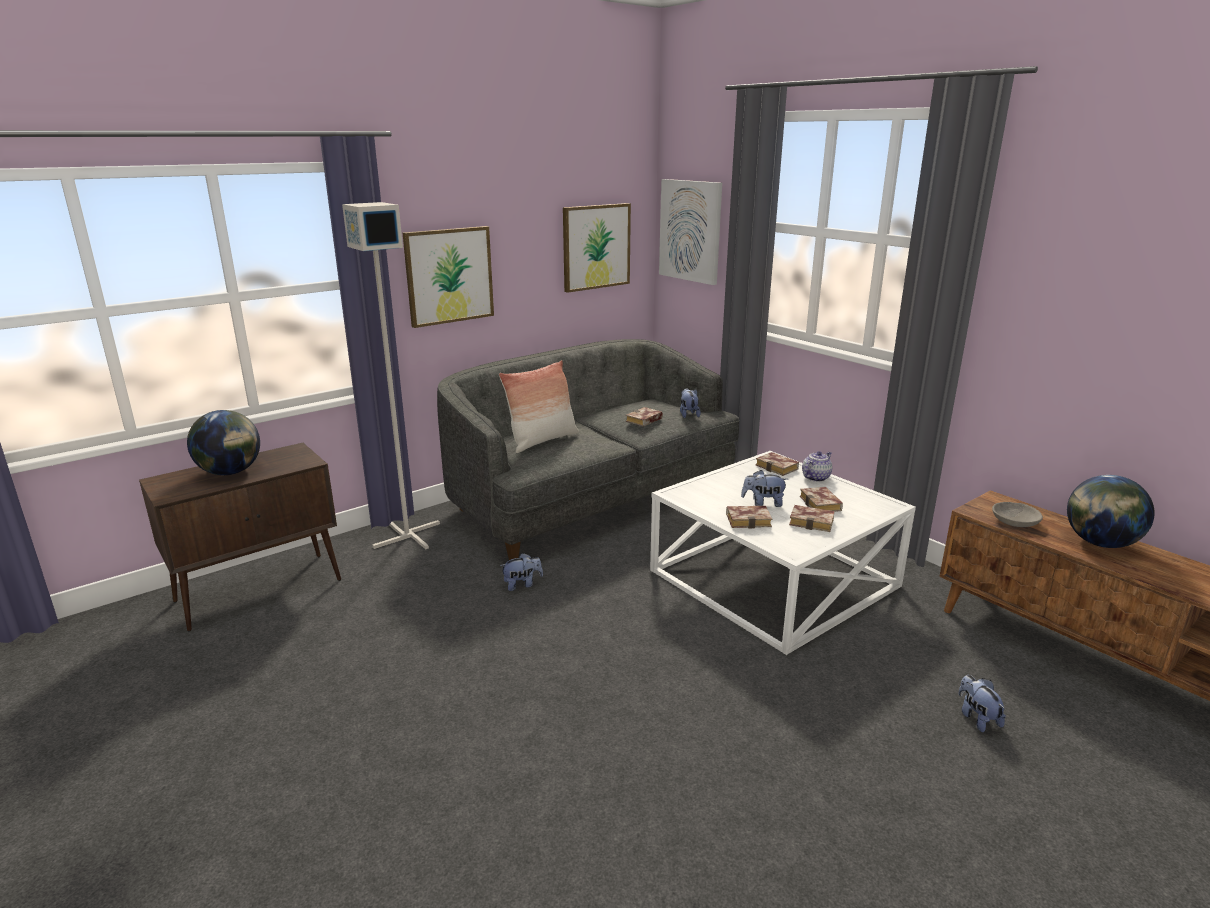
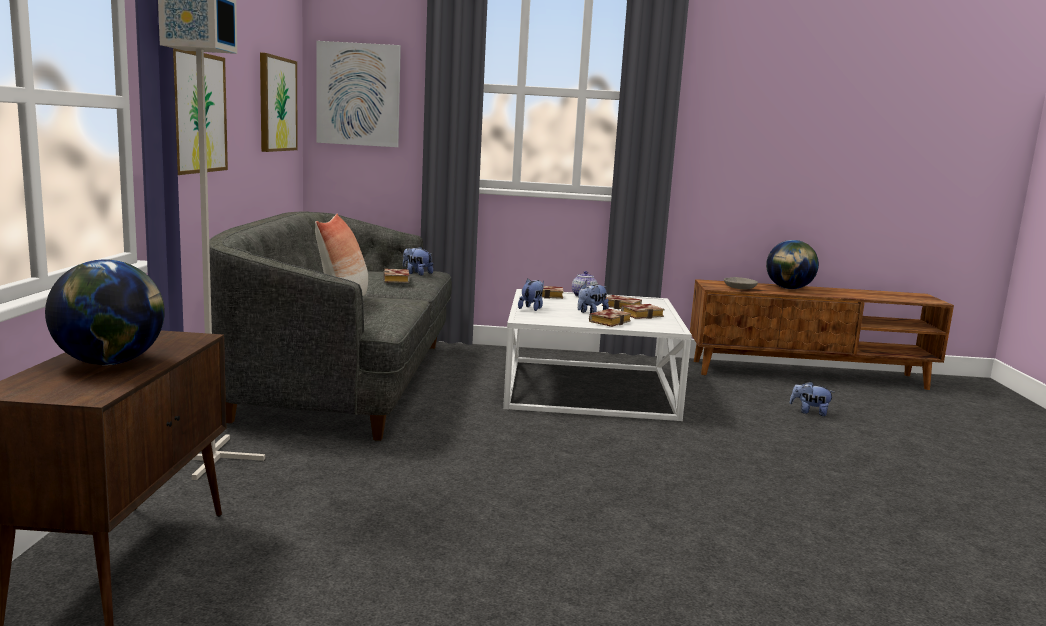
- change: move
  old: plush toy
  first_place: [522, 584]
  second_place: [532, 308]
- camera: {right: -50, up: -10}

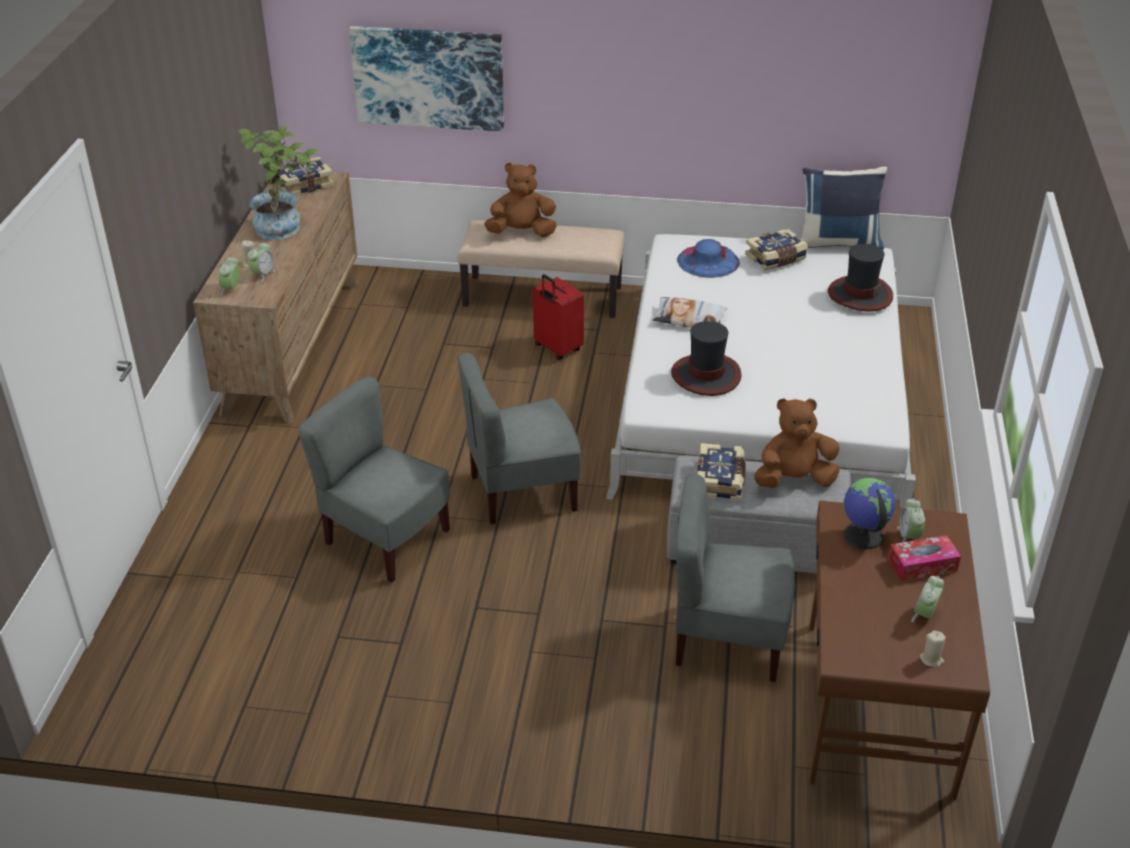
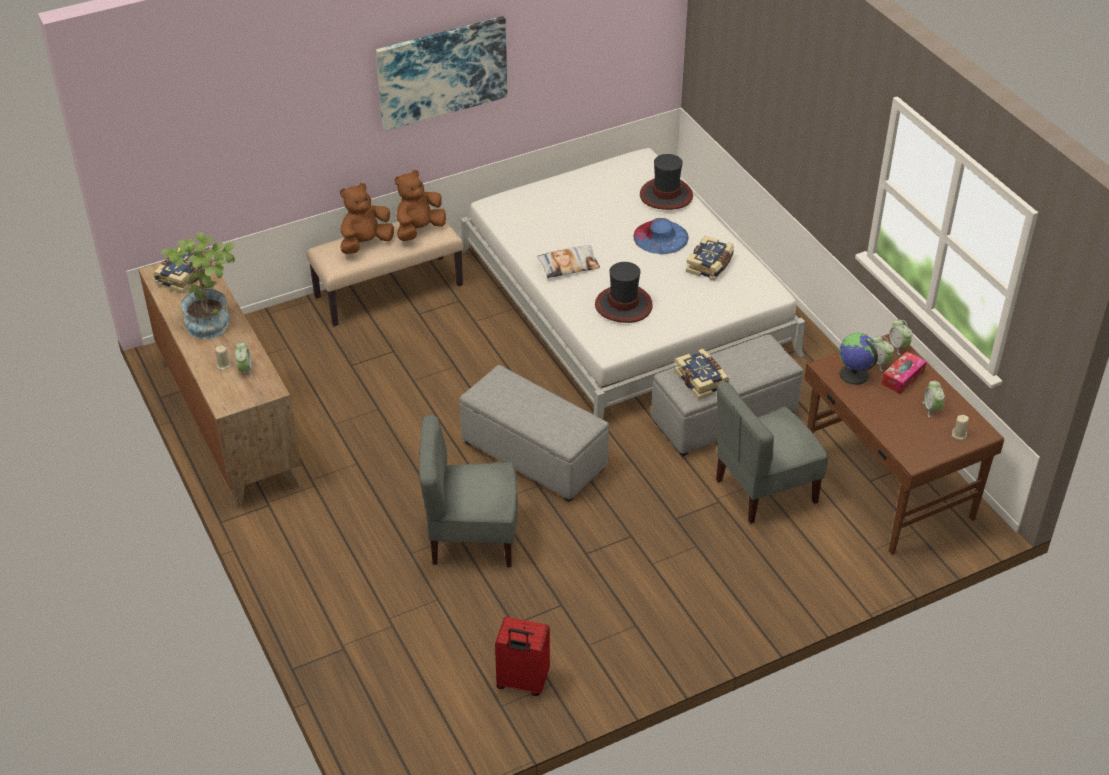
- change: move
  old: alarm clock
  first_place: [231, 289]
  second_place: [898, 346]
- change: move
  old: picture
  first_place: [428, 78]
  second_place: [442, 72]
- change: replace
  old: grey chair
  new: grey ottoman
  first_place: [522, 492]
  second_place: [533, 455]
- change: move
  old: red suitcase
  first_place: [557, 348]
  second_place: [522, 682]
- change: move
  old: blue hat
  first_place: [708, 261]
  second_place: [660, 237]
- change: move
  old: book
  first_place: [776, 258]
  second_place: [710, 265]
- change: move
  old: brown plush toy
  first_place: [794, 480]
  second_place: [419, 230]
- change: delete
  old: blue pillow
  first_place: [838, 242]
- camera: {right: -35, up: 5}

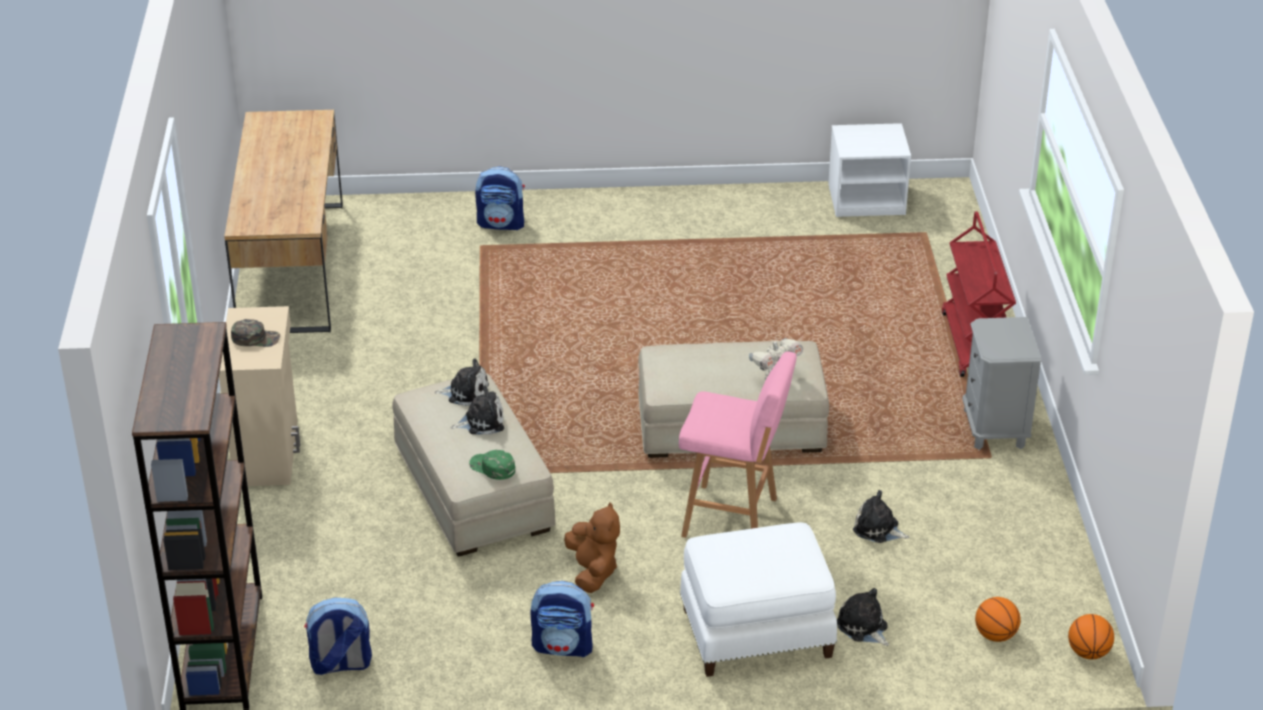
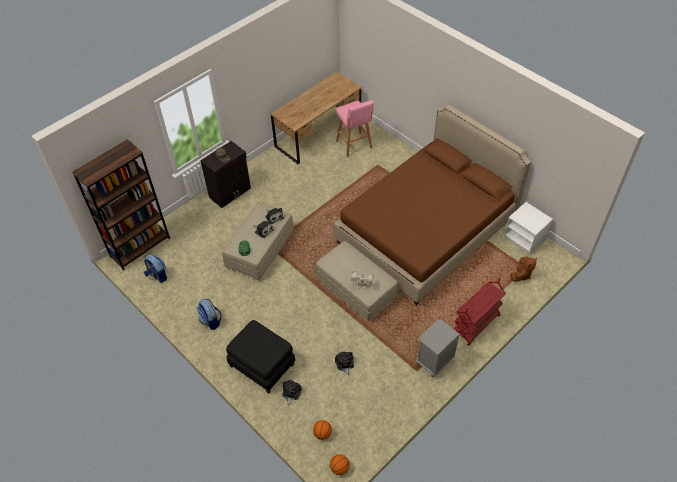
- change: recolor
  old: beige cabinet
  new: black cabinet
  first_place: [268, 452]
  second_place: [230, 193]
- change: delete
  old: backpack
  first_place: [501, 224]
- change: move
  old: brown plush toy
  first_place: [593, 571]
  second_place: [521, 275]
- change: move
  old: pink stool
  first_place: [733, 518]
  second_place: [354, 145]
- change: recolor
  old: white ottoman
  new: black ottoman
  first_place: [756, 631]
  second_place: [262, 364]
- change: insert
  new: brown bed
  second_place: [426, 230]
- camera: {right: 50, up: 15}

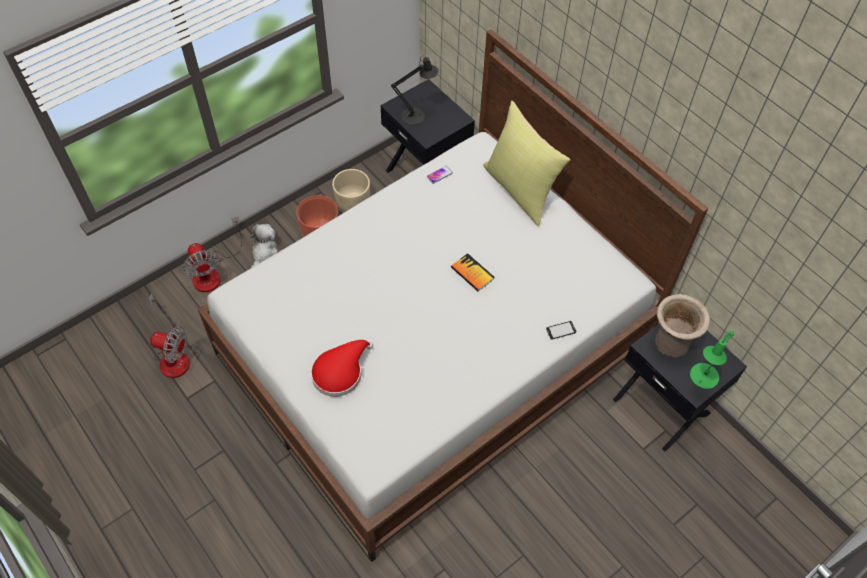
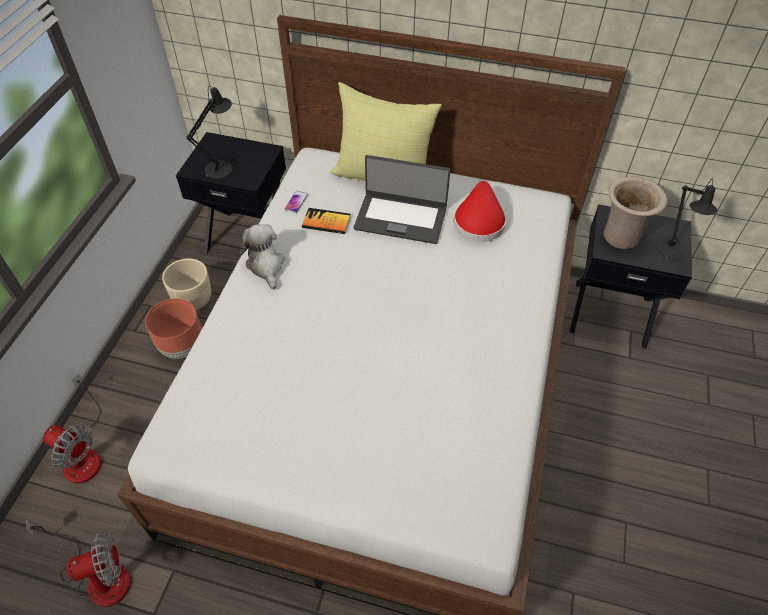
- change: move
  old: plush toy
  first_place: [263, 251]
  second_place: [266, 265]
- change: move
  old: red hat
  first_place: [340, 371]
  second_place: [478, 221]
- change: move
  old: book
  first_place: [472, 273]
  second_place: [326, 222]
- change: delete
  old: phone
  first_place: [560, 330]
- change: recolor
  old: green table lamp
  new: black table lamp
  first_place: [702, 379]
  second_place: [671, 251]
- change: insert
  new: laptop
  second_place: [400, 218]
- camera: {right: -35, up: -5}

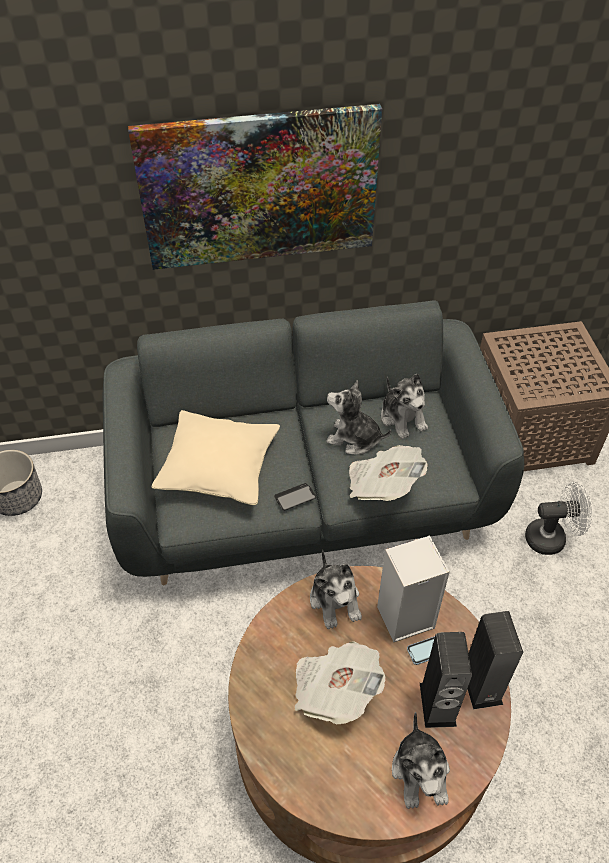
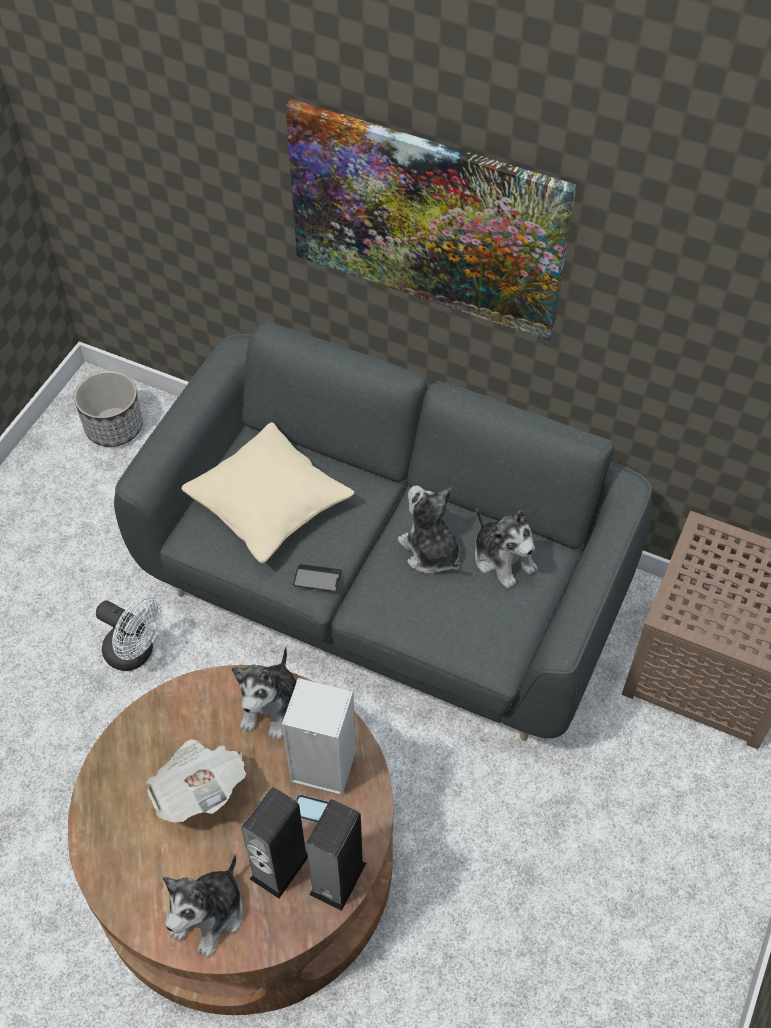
- change: delete
  old: newspaper
  first_place: [382, 485]
- change: rotate
  old: plush toy
  first_place: [403, 418]
  second_place: [503, 558]
  degrees: -45
- change: move
  old: white fan
  first_place: [551, 538]
  second_place: [135, 653]
- camera: {right: 35, up: 5}

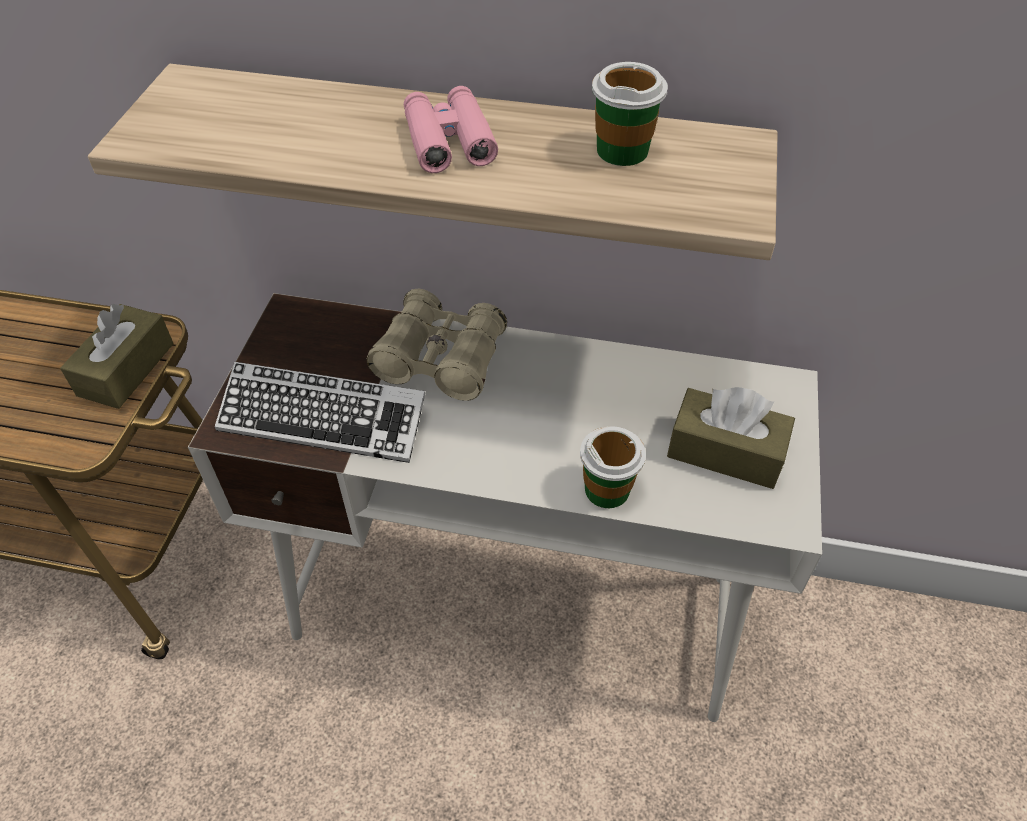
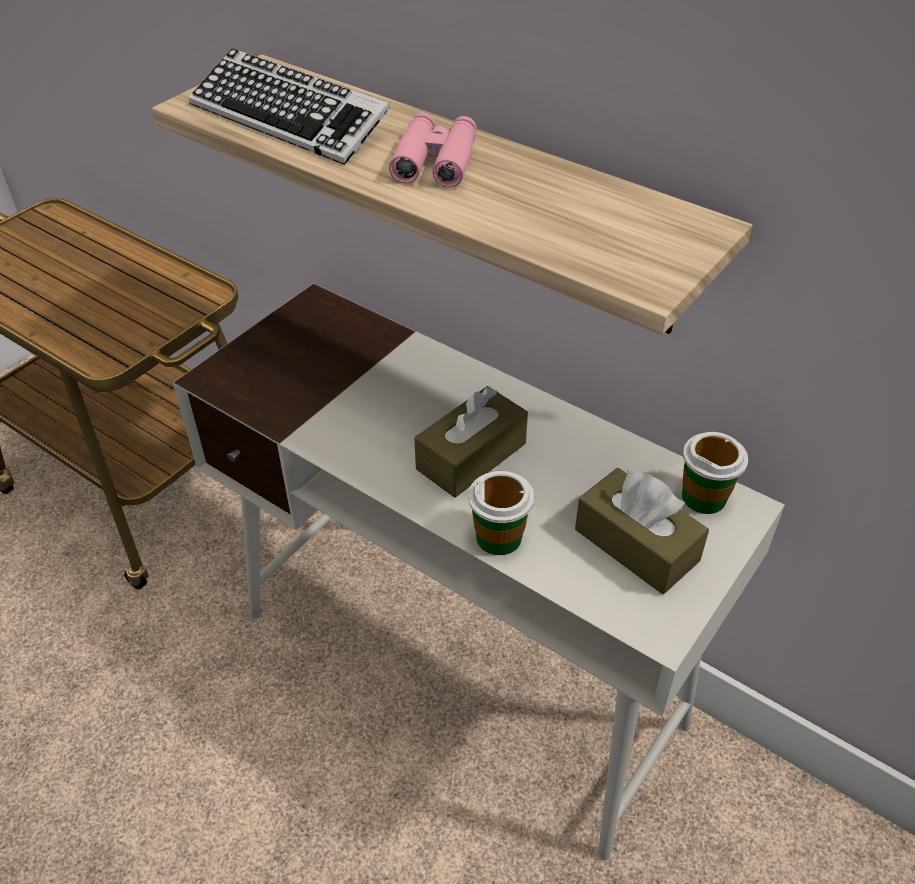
- change: move
  old: brown tissue box
  first_place: [126, 369]
  second_place: [471, 456]
- change: move
  old: keyboard
  first_place: [323, 419]
  second_place: [289, 118]
- change: delete
  old: beige binoculars
  first_place: [441, 359]
- change: move
  old: cup
  first_place: [622, 150]
  second_place: [704, 497]
- camera: {right: 25, up: -5}

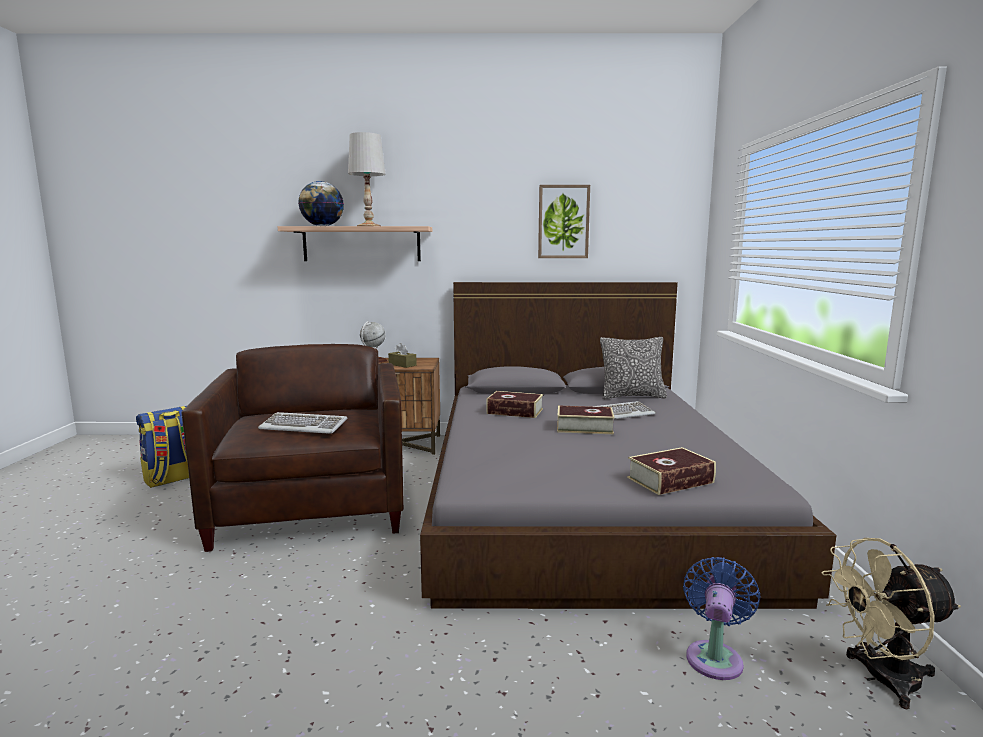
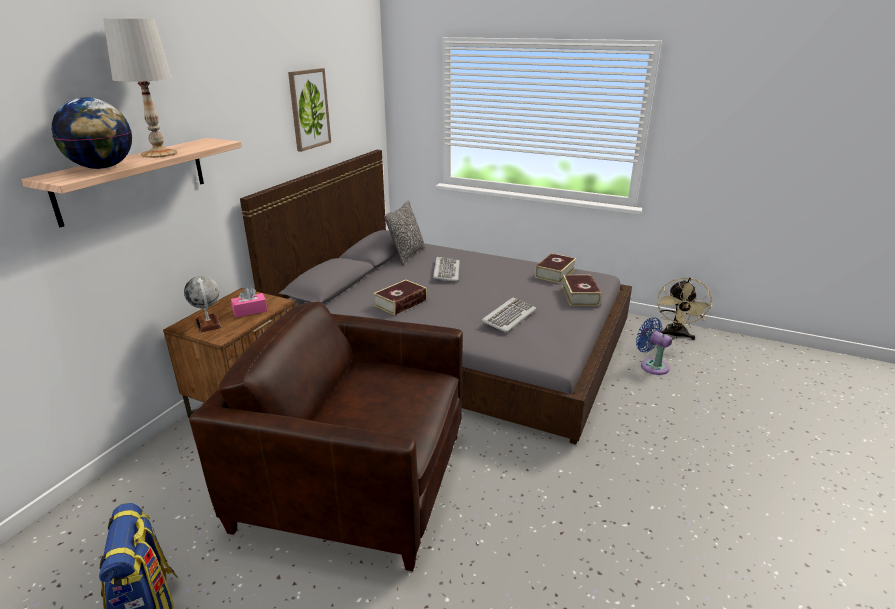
- change: move
  old: keyboard
  first_place: [304, 426]
  second_place: [508, 317]
- change: recolor
  old: brown tissue box
  new: pink tissue box
  first_place: [402, 365]
  second_place: [250, 311]
- change: move
  old: book
  first_place: [584, 427]
  second_place: [555, 273]
- camera: {right: -65, up: 15}

